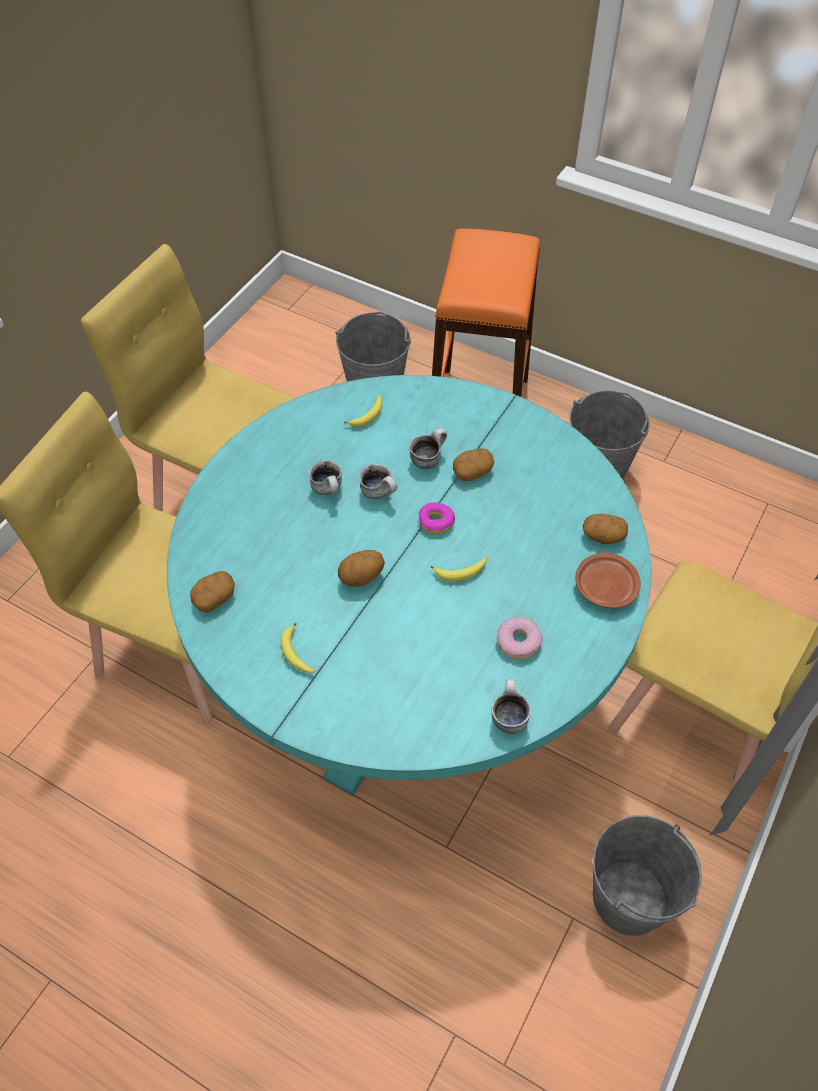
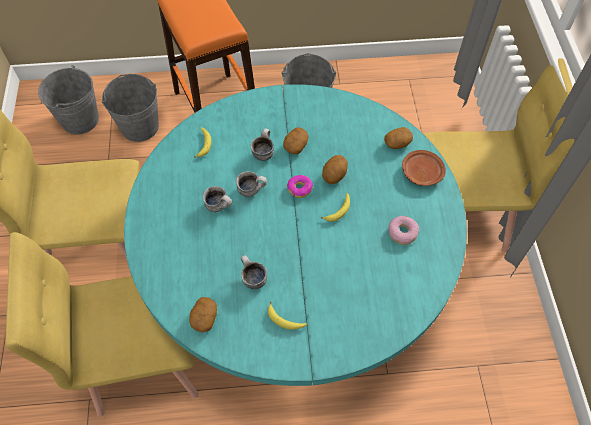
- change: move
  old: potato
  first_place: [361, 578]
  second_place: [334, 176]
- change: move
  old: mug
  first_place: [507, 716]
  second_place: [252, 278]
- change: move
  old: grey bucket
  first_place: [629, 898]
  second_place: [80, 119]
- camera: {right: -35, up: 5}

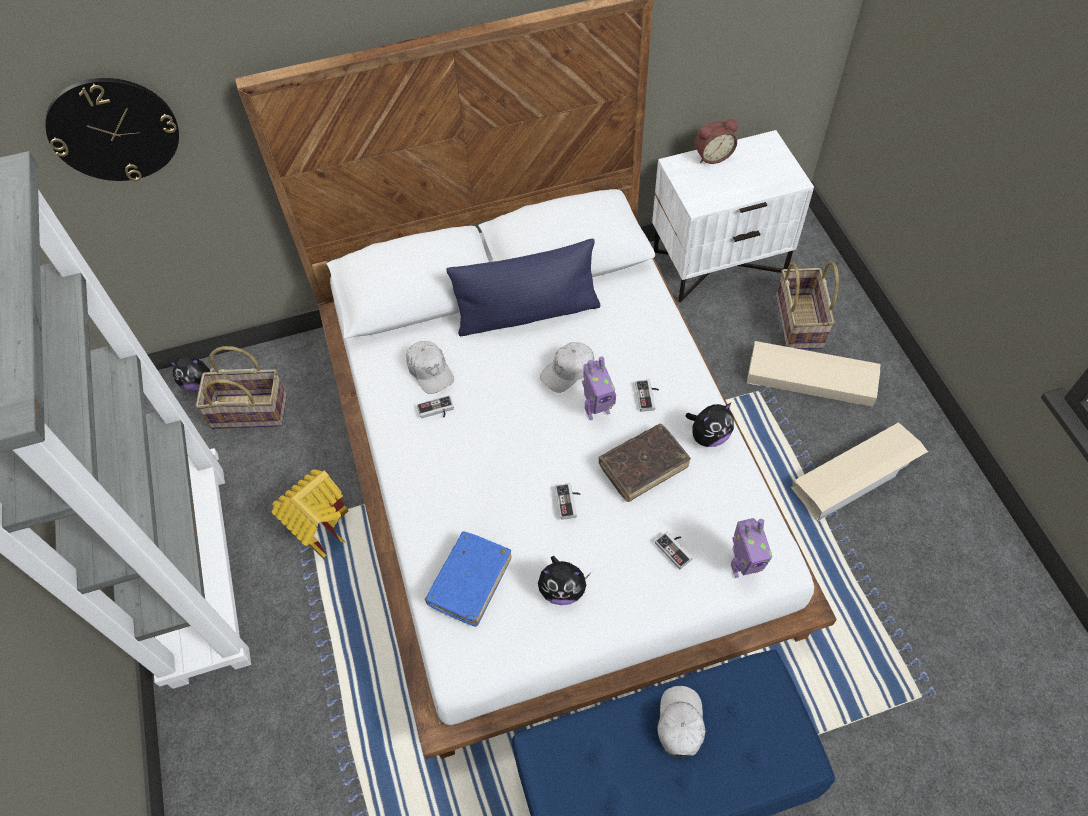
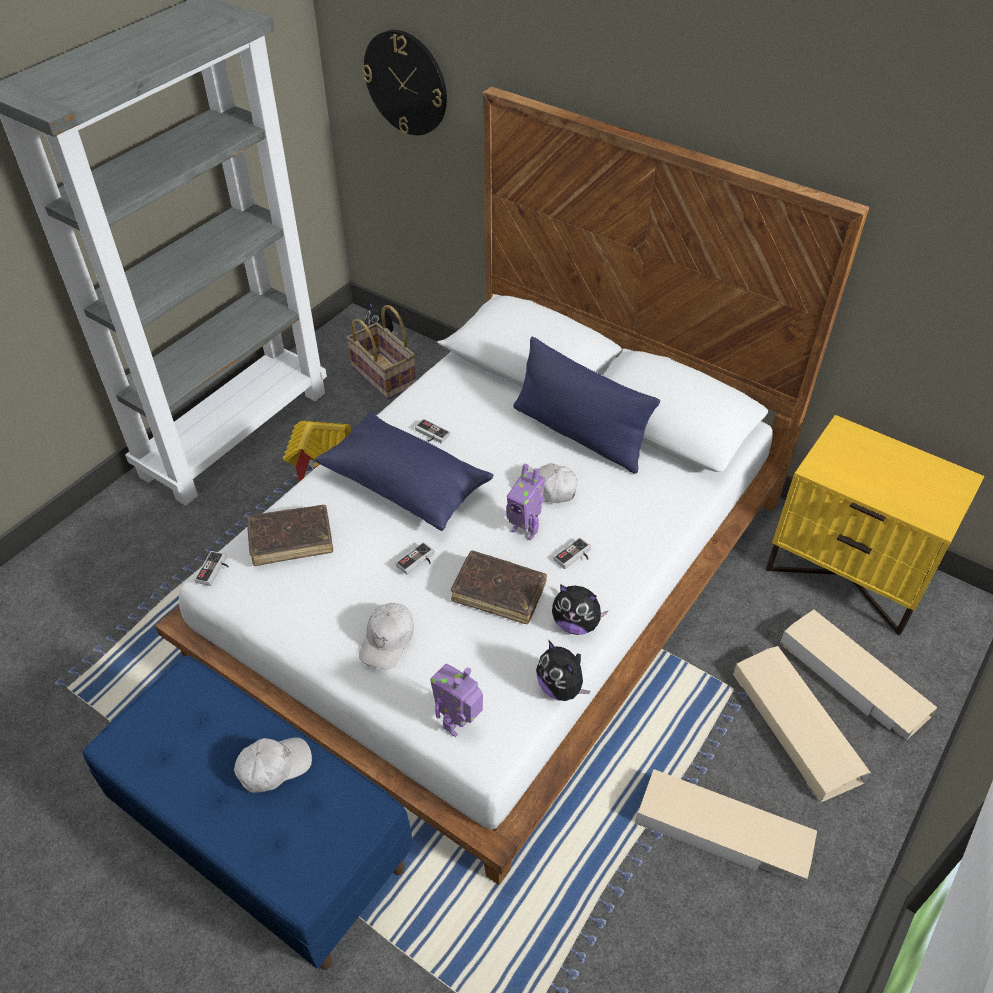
- change: move
  old: white cap
  first_place: [430, 370]
  second_place: [387, 640]
- change: recolor
  old: blue book
  new: brown book
  first_place: [470, 581]
  second_place: [291, 540]
- change: move
  old: plush toy
  first_place: [562, 590]
  second_place: [561, 687]
- change: recolor
  old: white nightstand
  new: yellow nightstand
  first_place: [719, 260]
  second_place: [848, 573]
- change: move
  old: game controller
  first_place: [676, 549]
  second_place: [215, 571]
- change: delete
  old: alarm clock
  first_place: [712, 155]
- change: rotate
  old: toy robot
  first_place: [743, 566]
  second_place: [459, 724]
  degrees: 90
- change: replace
  old: basket
  new: beige storage box
  first_place: [800, 322]
  second_place: [853, 680]
- change: insert
  new: blue pillow
  second_place: [405, 485]
- camera: {right: 50, up: -10}

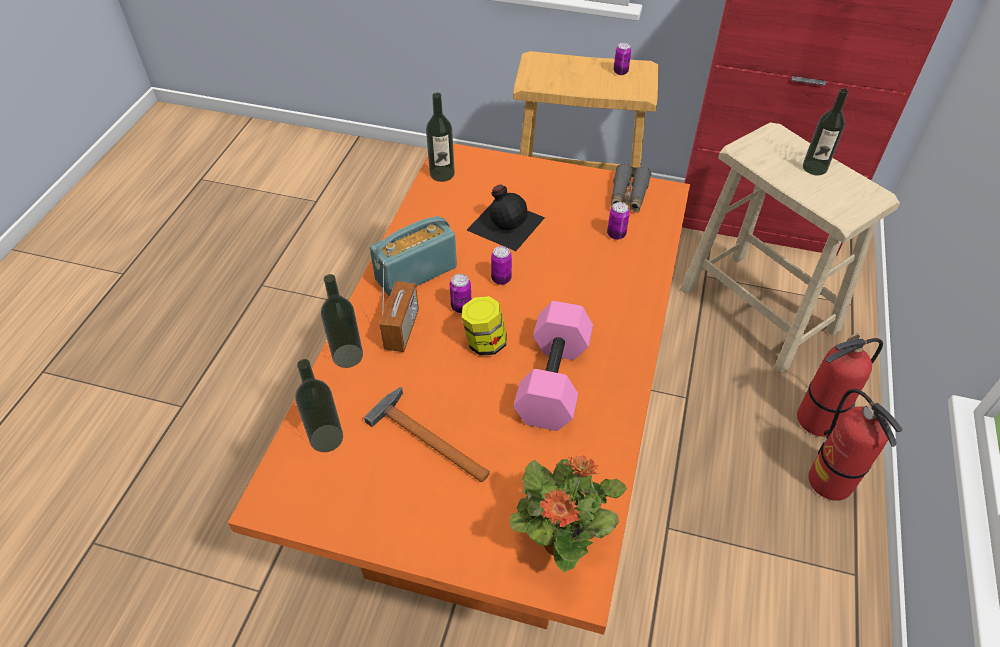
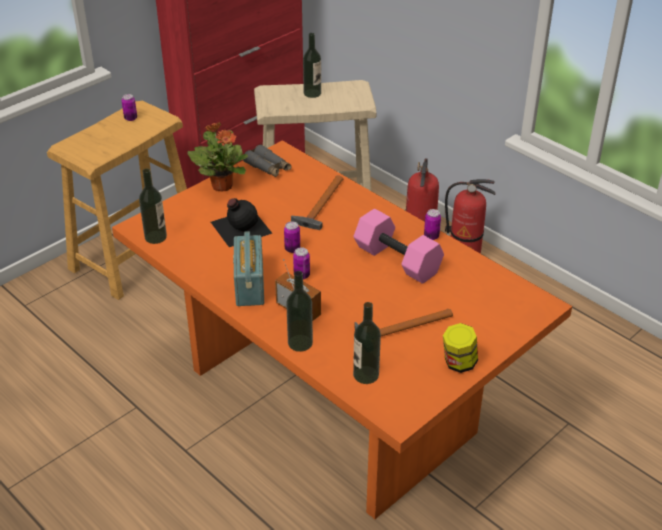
- change: move
  old: jar
  first_place: [484, 342]
  second_place: [458, 363]
- change: move
  old: potted plant
  first_place: [561, 539]
  second_place: [222, 185]
- change: move
  old: can
  first_place: [616, 234]
  second_place: [431, 236]
- change: insert
  new: hammer
  second_place: [320, 205]
- camera: {right: -60, up: -10}

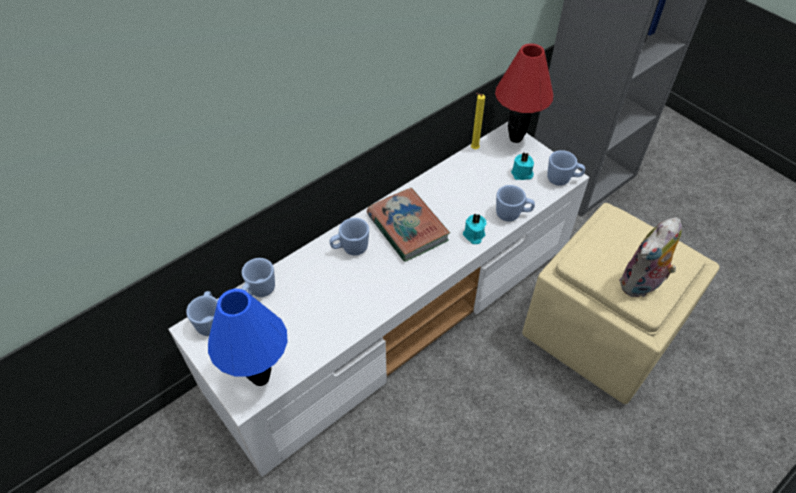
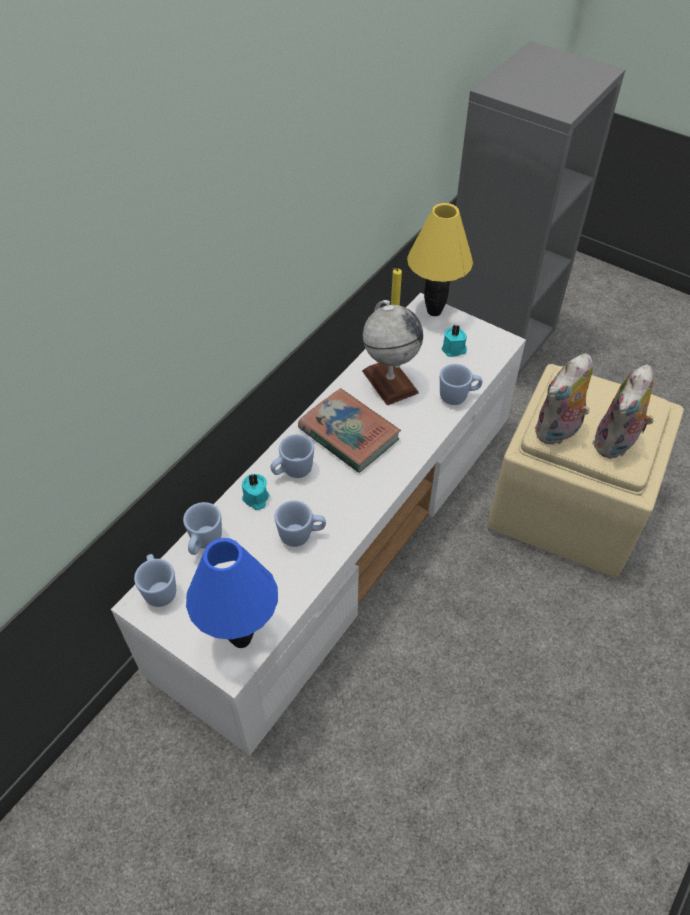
- change: move
  old: turquoise candle
  first_place: [473, 235]
  second_place: [255, 499]
- change: recolor
  old: red table lamp
  new: yellow table lamp
  first_place: [516, 138]
  second_place: [435, 311]
- change: move
  old: blue mug
  first_place: [562, 179]
  second_place: [301, 535]
- change: insert
  new: globe
  second_place: [389, 381]
- change: insert
  new: plush toy
  second_place: [558, 432]
- camera: {right: -15, up: 0}

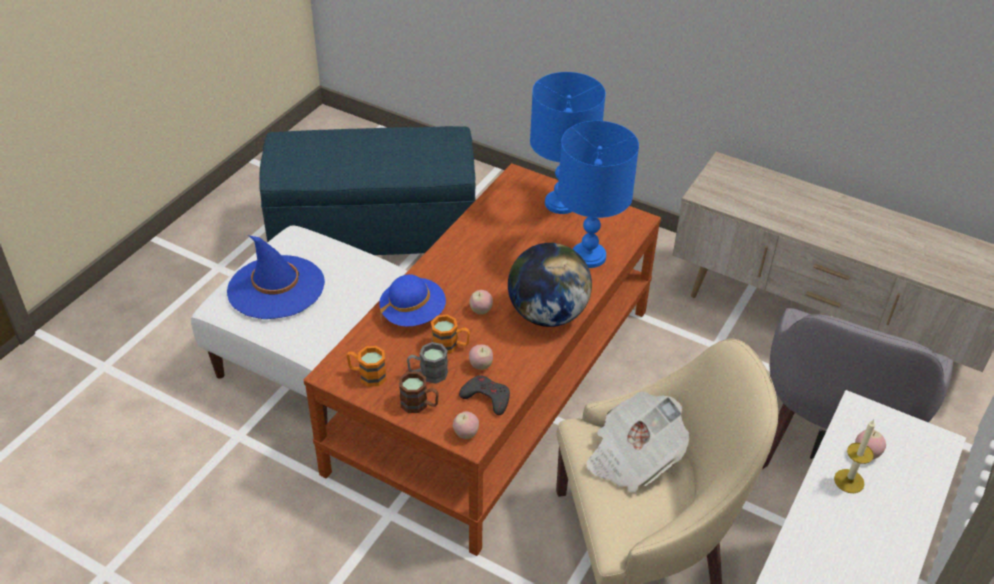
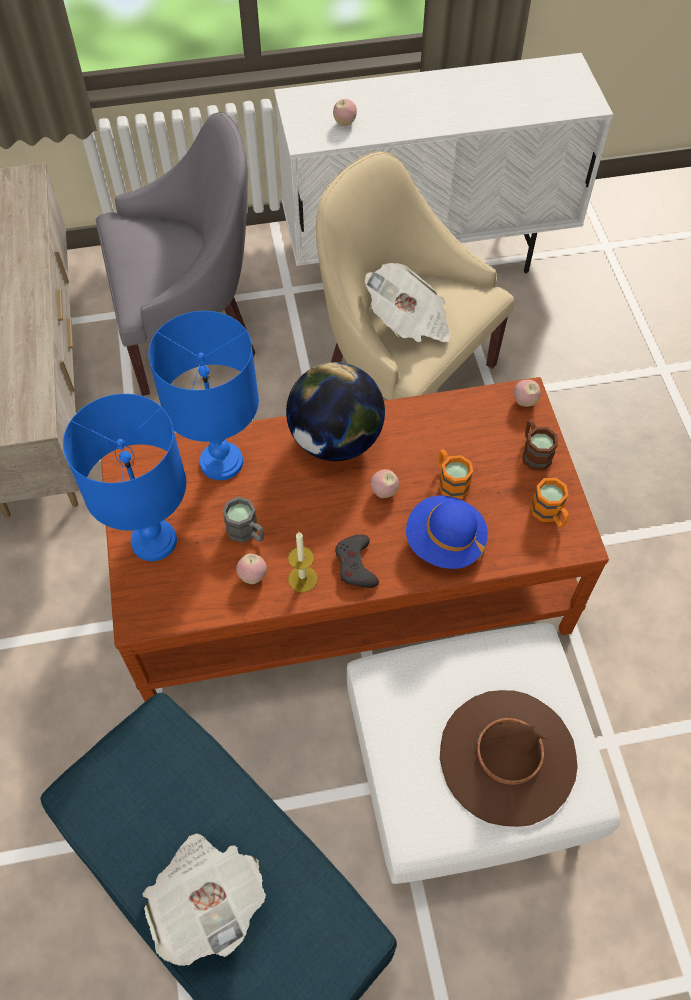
- change: recolor
  old: blue hat
  new: brown hat
  first_place: [276, 287]
  second_place: [507, 757]
- change: move
  old: grey mug
  first_place: [428, 374]
  second_place: [247, 532]
- change: move
  old: grey game controller
  first_place: [486, 397]
  second_place: [356, 565]
- change: move
  old: apple
  first_place: [481, 366]
  second_place: [253, 576]
- change: move
  old: candle
  first_place: [849, 481]
  second_place: [302, 579]
- change: insert
  new: newspaper
  second_place: [206, 899]
- camera: {right: -130, up: 15}

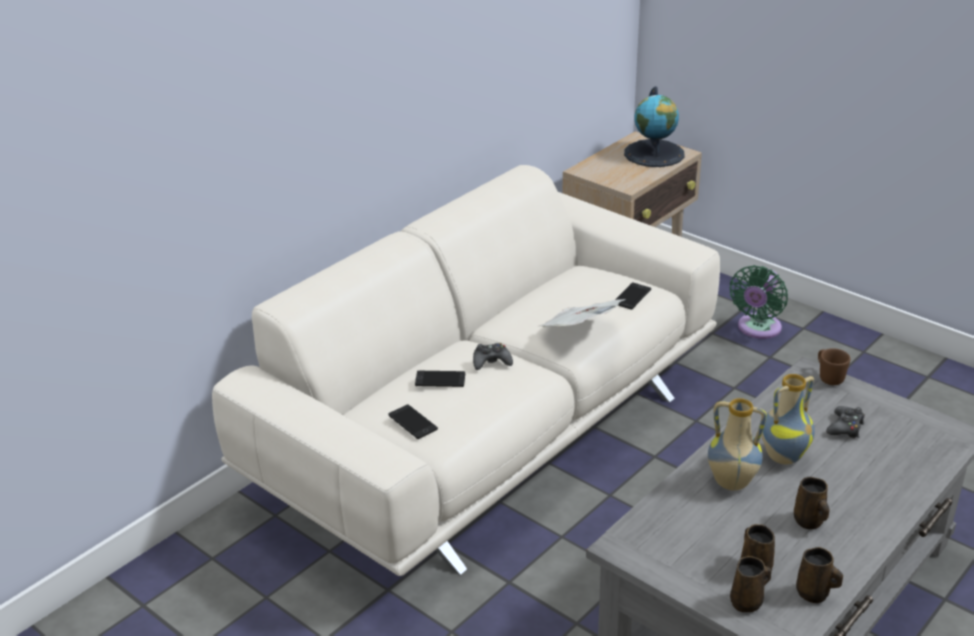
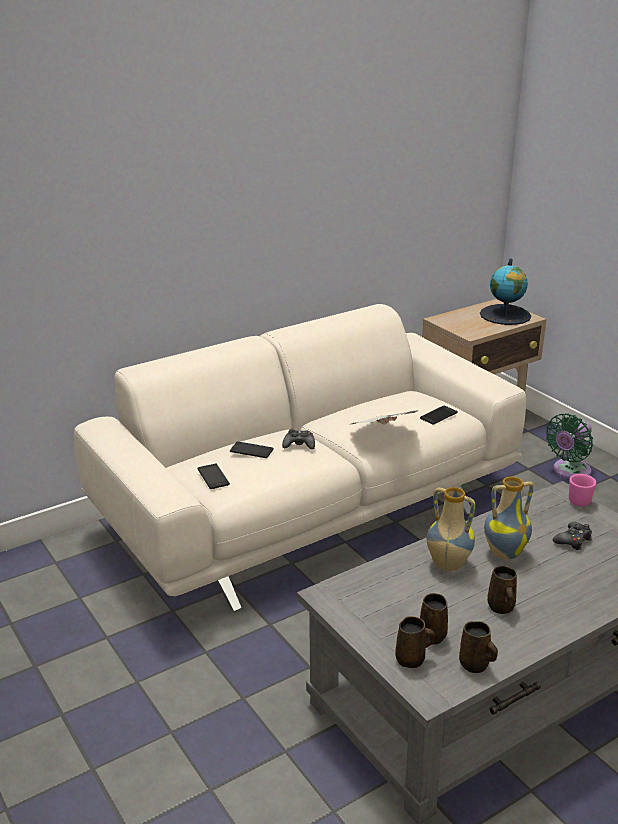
- change: recolor
  old: brown mug
  new: pink mug
  first_place: [828, 377]
  second_place: [577, 499]
- camera: {right: 15, up: -5}

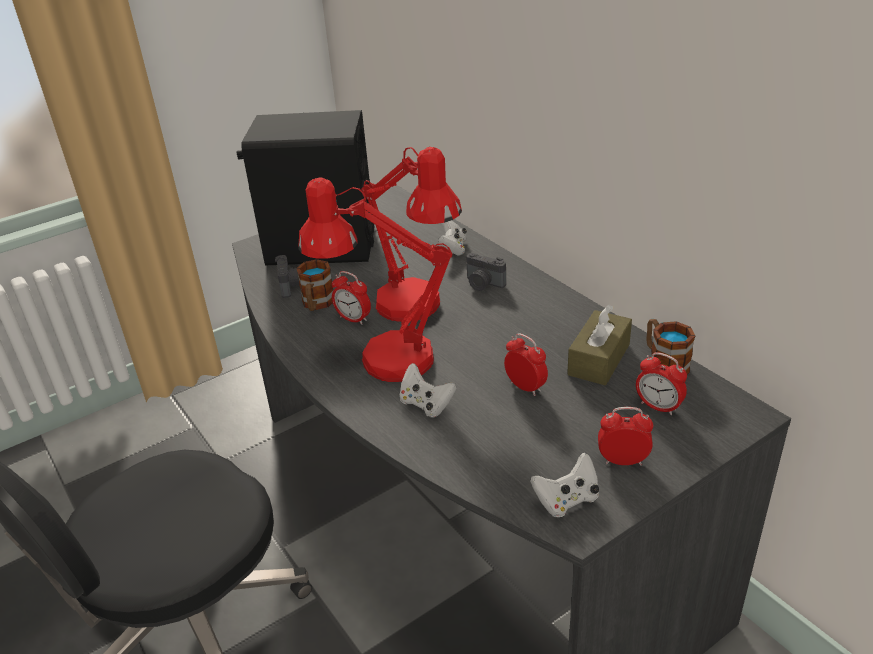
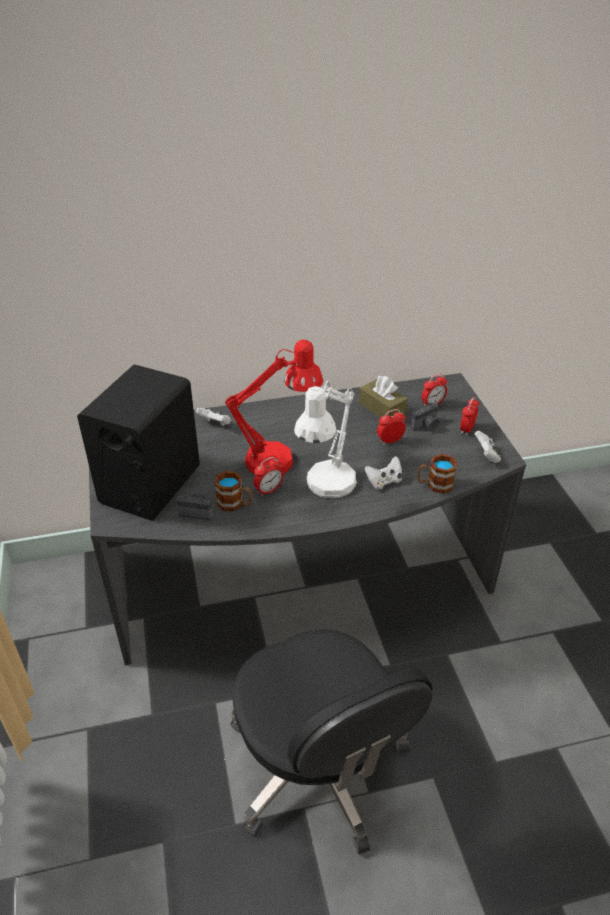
- change: recolor
  old: red table lamp
  new: white table lamp
  first_place: [382, 359]
  second_place: [326, 488]
- change: move
  old: photo camera
  first_place: [483, 284]
  second_place: [426, 426]
- change: move
  old: mug
  first_place: [663, 363]
  second_place: [434, 485]
- camera: {right: -70, up: 5}

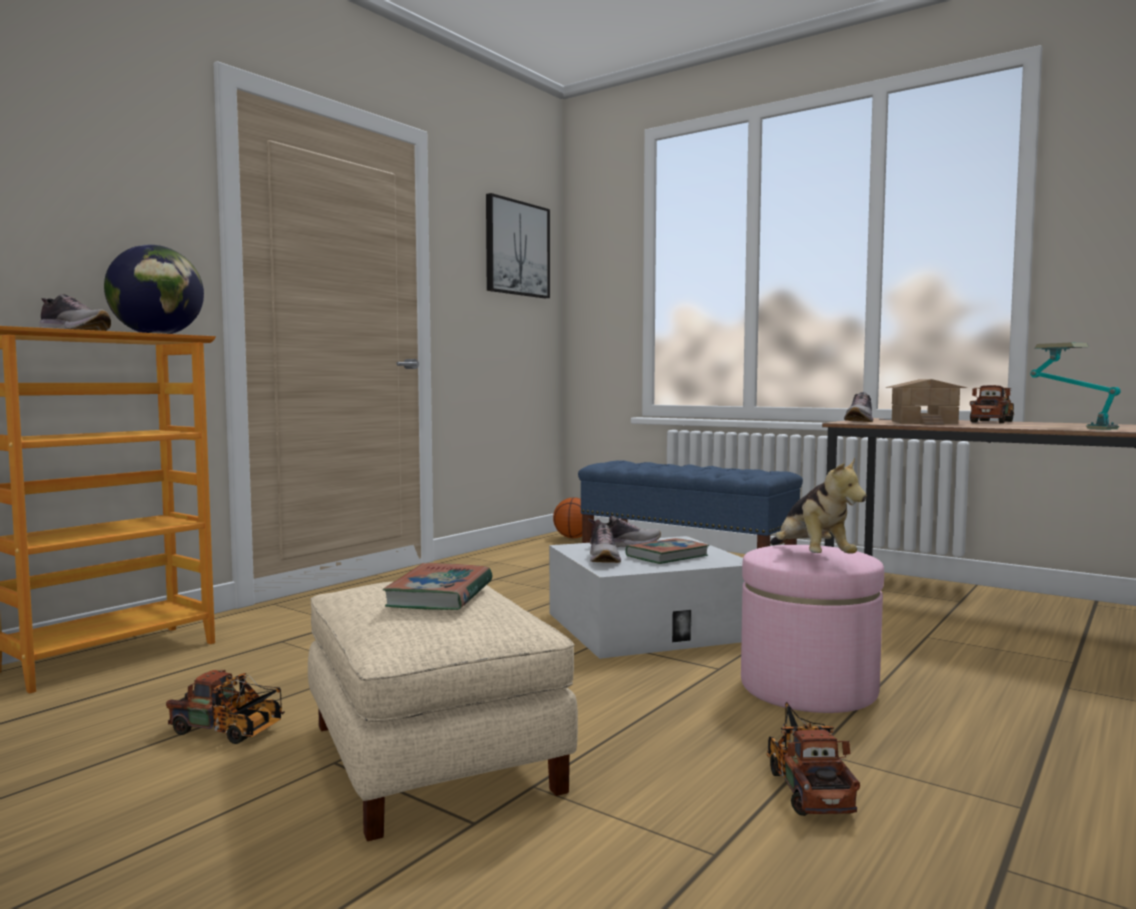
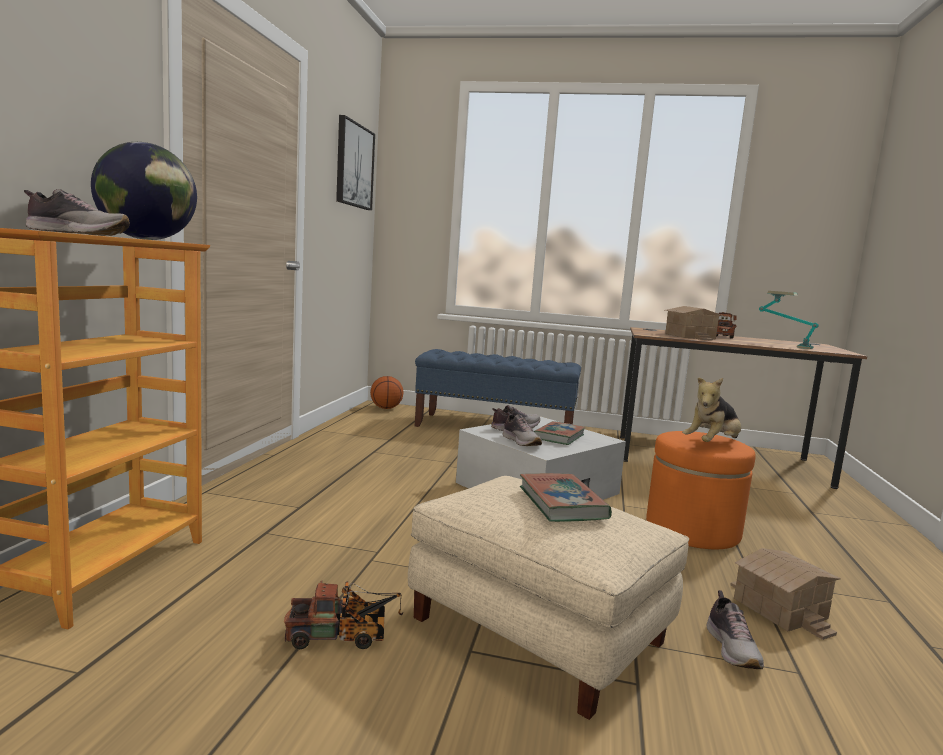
- change: recolor
  old: pink ottoman
  new: orange ottoman
  first_place: [808, 688]
  second_place: [692, 530]
- change: replace
  old: toy truck
  new: toy house
  first_place: [806, 786]
  second_place: [781, 608]
- change: rotate
  old: plush toy
  first_place: [811, 558]
  second_place: [712, 444]
  degrees: 90
- change: move
  old: shoe
  first_place: [860, 421]
  second_place: [733, 649]
- camera: {right: -25, up: 5}

